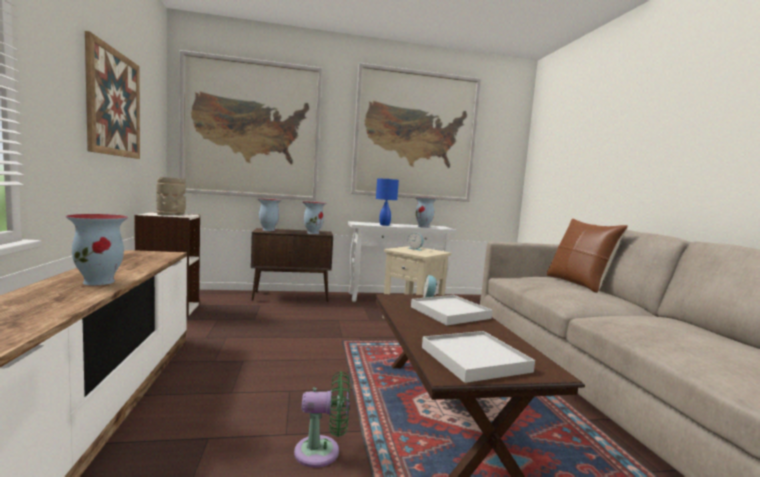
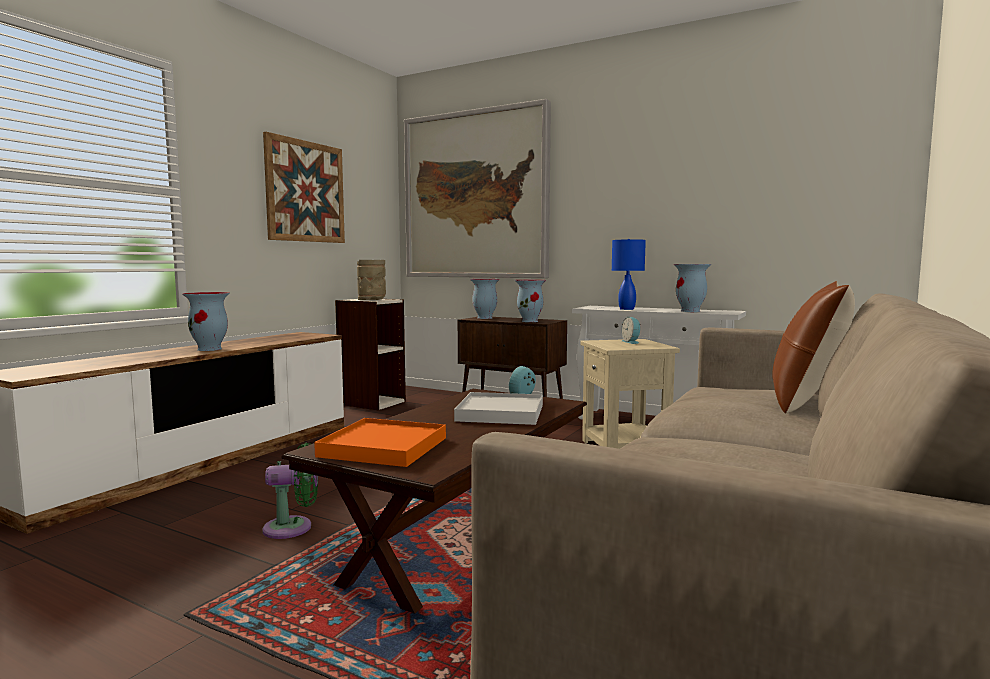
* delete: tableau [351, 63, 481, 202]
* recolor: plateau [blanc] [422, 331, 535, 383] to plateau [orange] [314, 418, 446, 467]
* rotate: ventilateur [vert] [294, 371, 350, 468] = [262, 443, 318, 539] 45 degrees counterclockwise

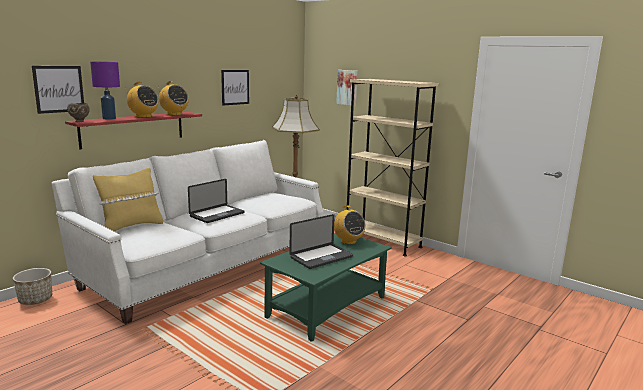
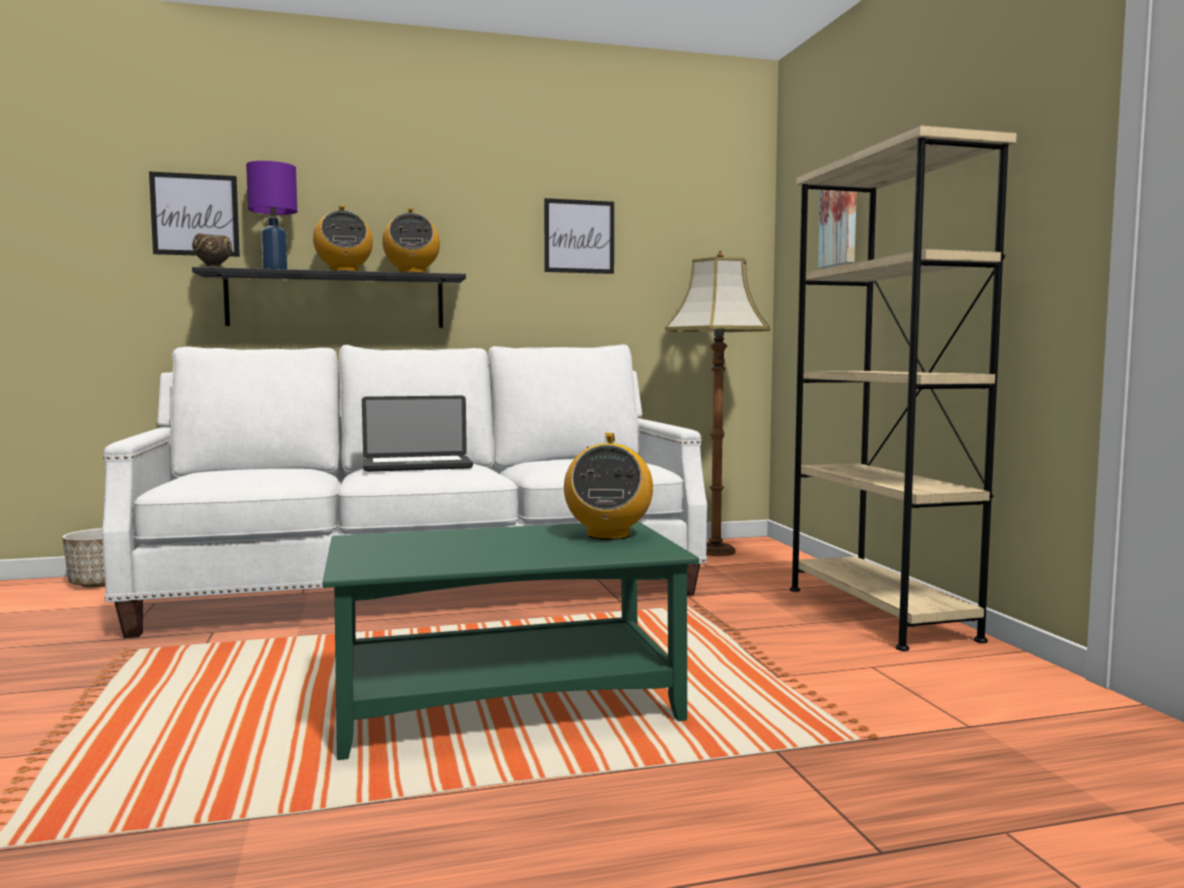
* recolor: étagère [rouge] [65, 112, 202, 149] to étagère [noir] [192, 267, 466, 328]
* delete: coussin [jaune] [93, 168, 163, 232]
* delete: ordinateur portable [289, 214, 353, 269]

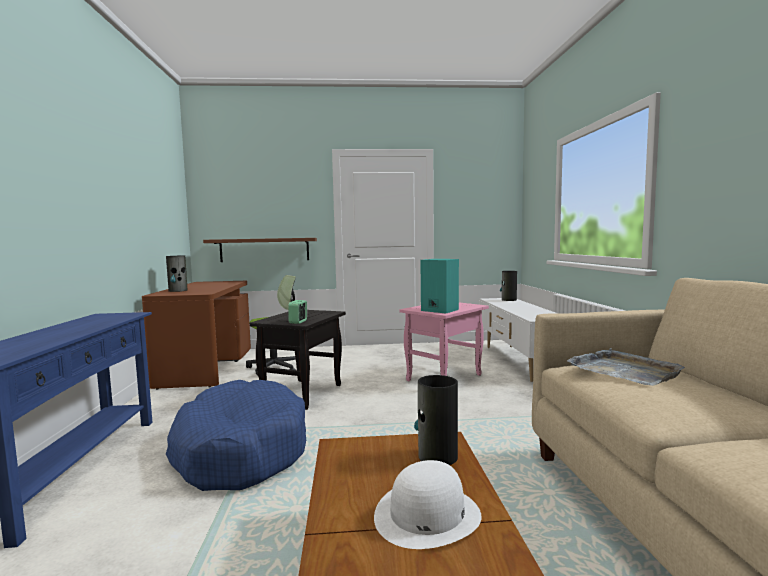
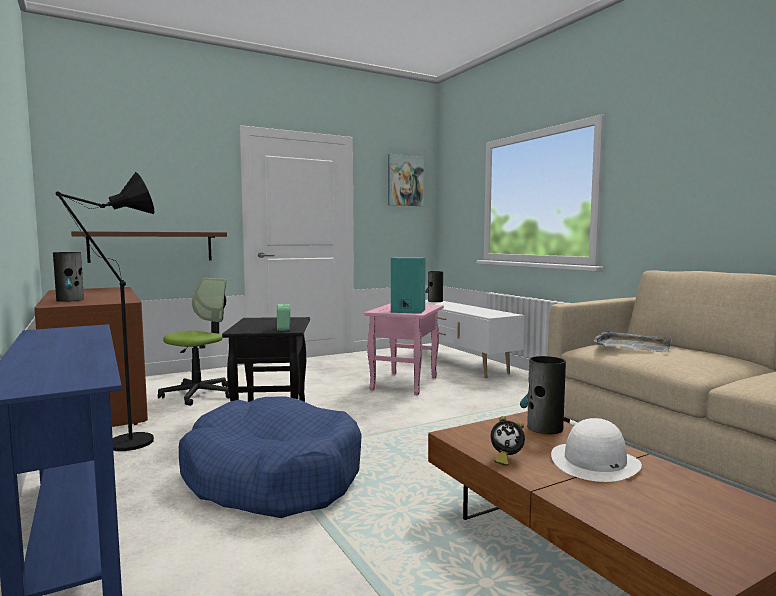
* insert: tableau [388, 154, 424, 206]
* insert: lampadaire [noir] [55, 172, 154, 451]
* insert: réveil [491, 416, 525, 466]

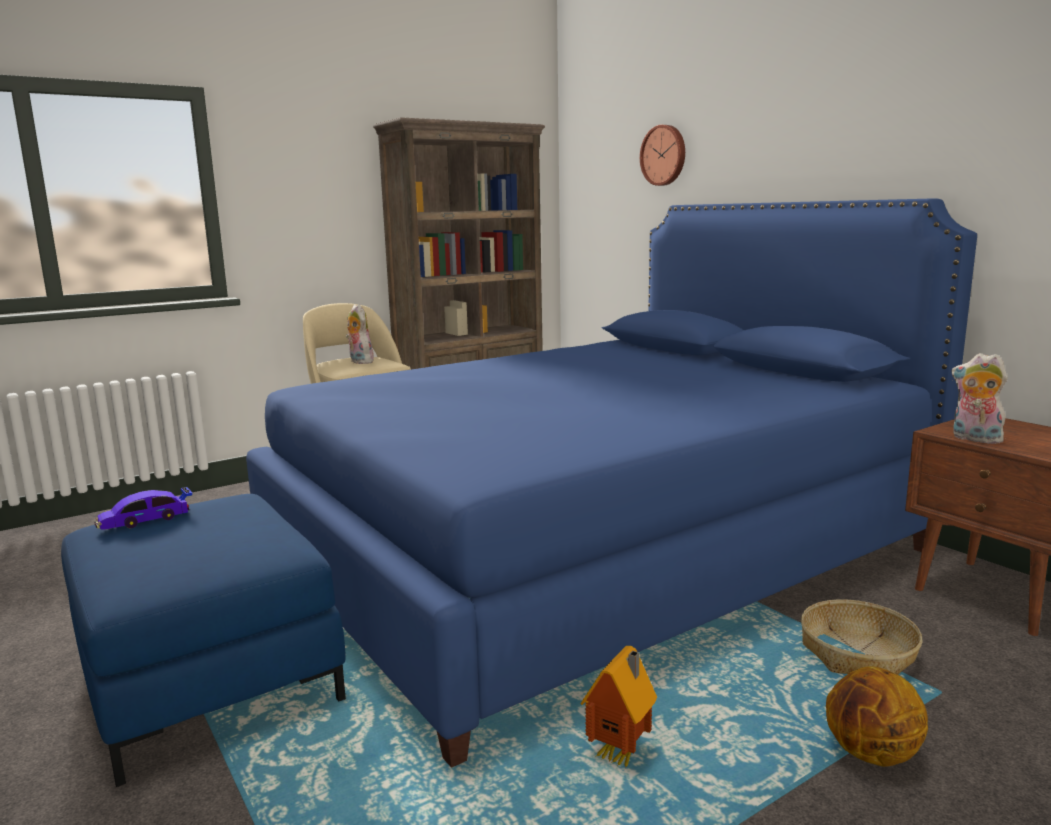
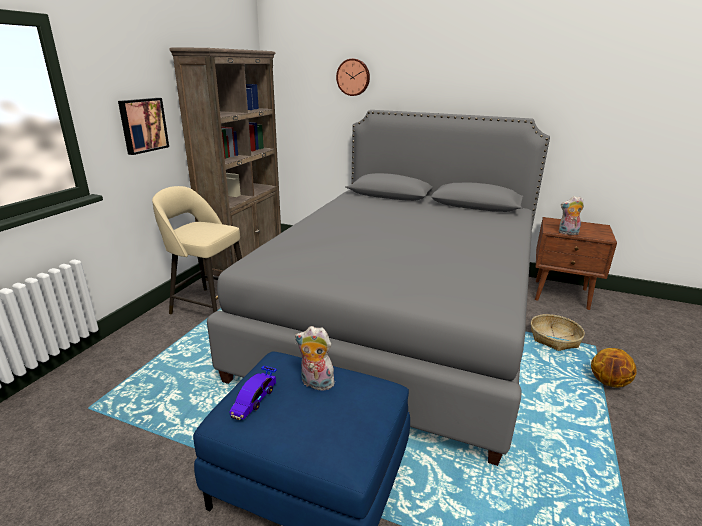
* recolor: lit [bleu] [246, 198, 977, 768] to lit [gris] [207, 110, 550, 466]
* move: peluche [346, 304, 374, 364] to [295, 326, 335, 391]
* delete: maison miniature [580, 646, 657, 768]
* insert: tableau [118, 98, 169, 155]

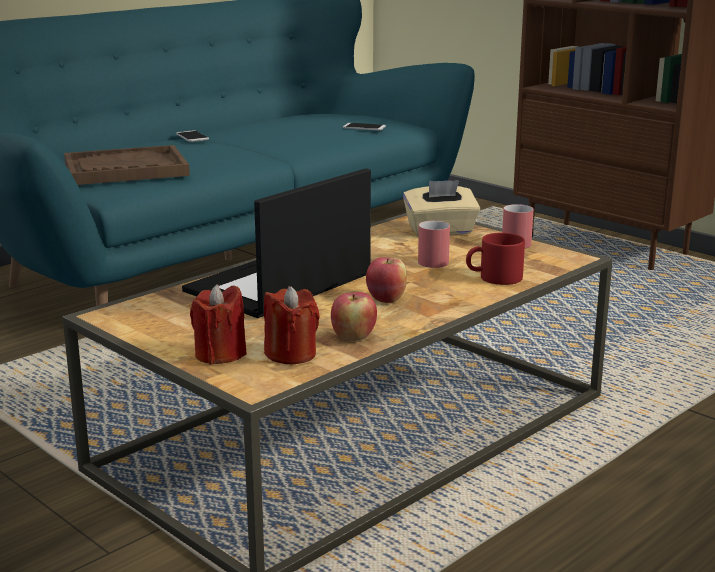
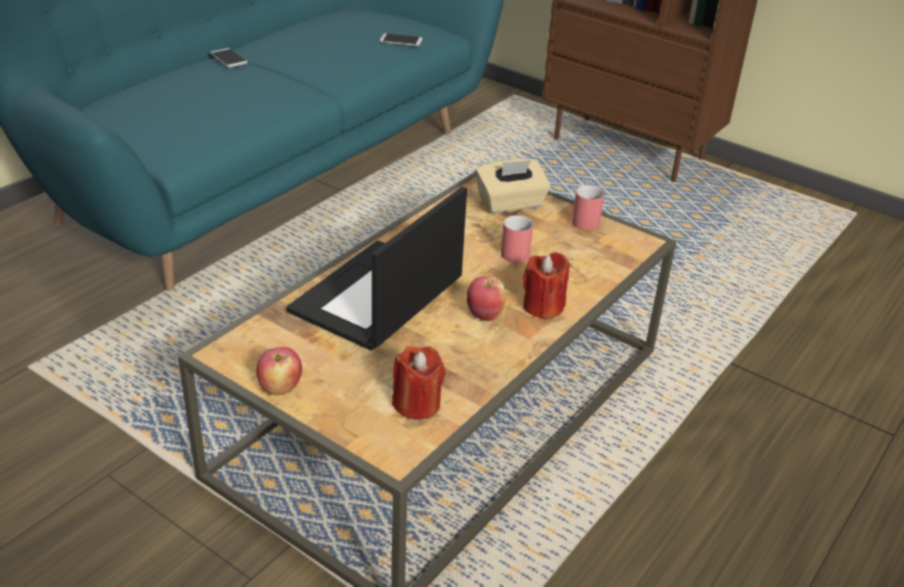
* delete: plateau [marron] [64, 145, 190, 185]
* delete: mug [rouge] [466, 233, 525, 285]
* move: bougie [rouge] [190, 284, 247, 365] to [523, 252, 569, 319]
* move: pomme [331, 292, 377, 341] to [256, 347, 302, 395]

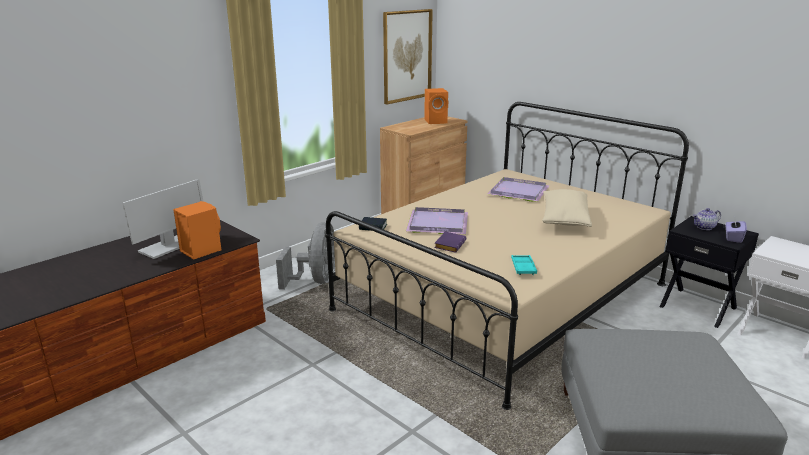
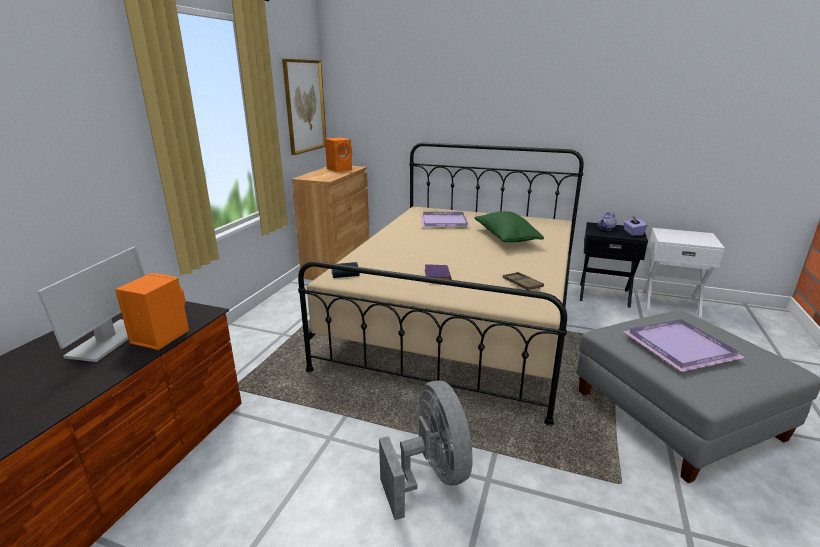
* recolor: coussin [beige] [542, 189, 592, 227] to coussin [vert] [474, 211, 544, 242]
* move: plateau [violet] [406, 207, 468, 234] to [623, 319, 745, 372]
* move: ventilateur [gris] [276, 222, 335, 290] to [379, 381, 473, 520]
* recolor: plateau [turquoise] [511, 255, 537, 275] to plateau [marron] [503, 272, 544, 291]

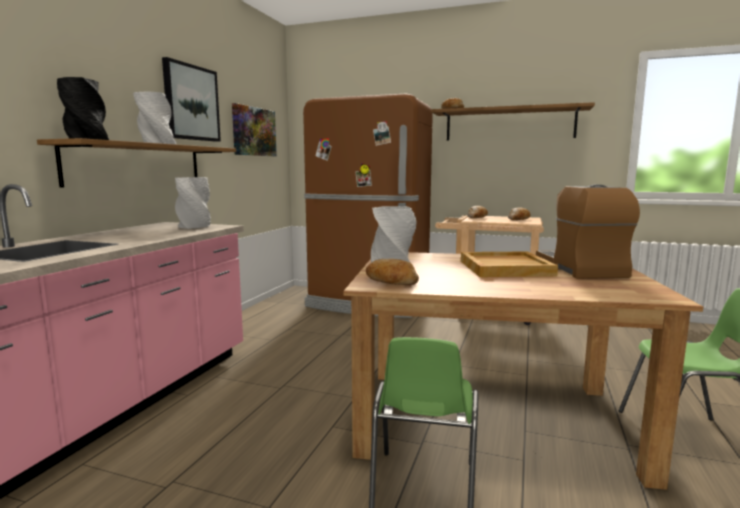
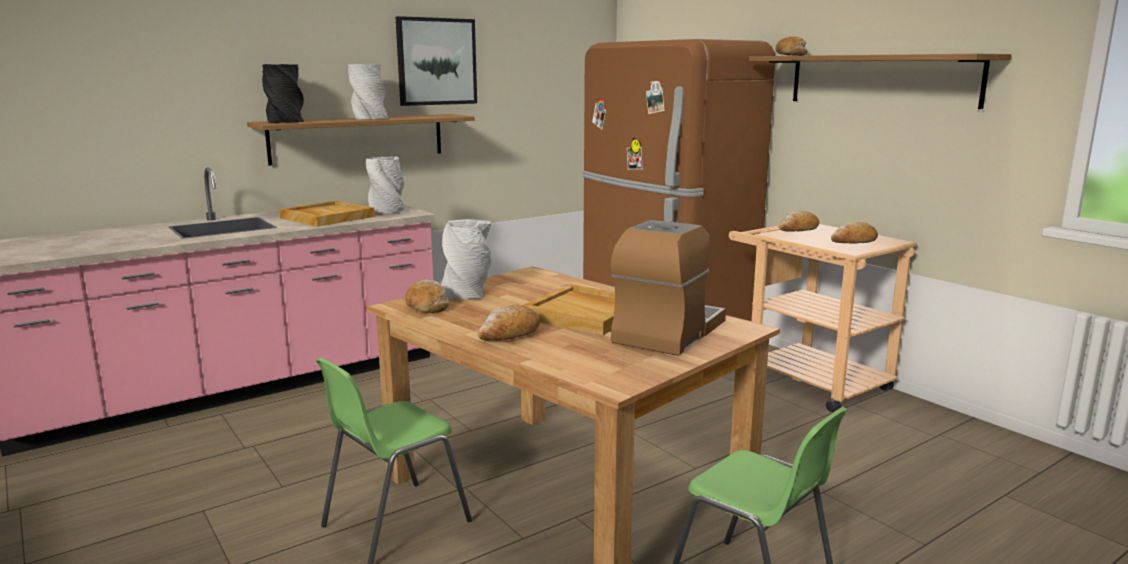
* delete: tableau [232, 103, 277, 156]
* insert: plateau [beige] [279, 201, 375, 227]
* insert: pain [478, 305, 540, 341]

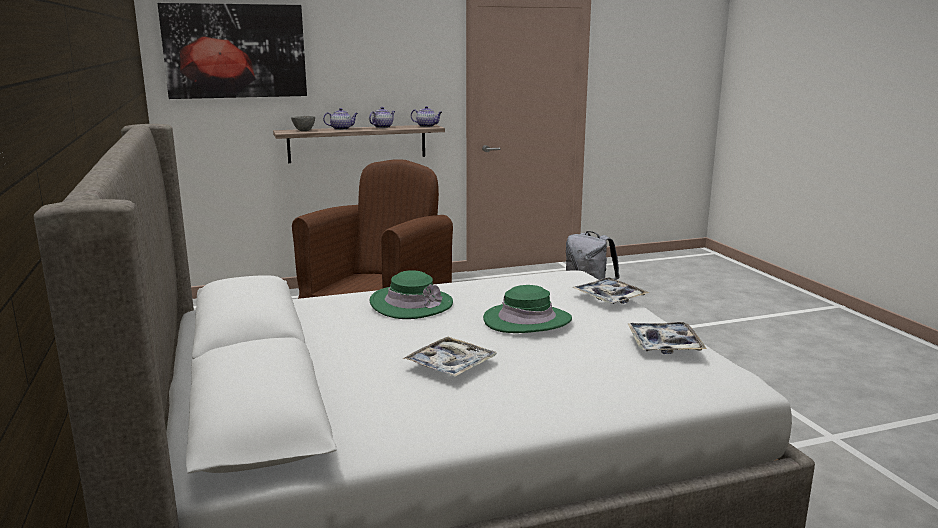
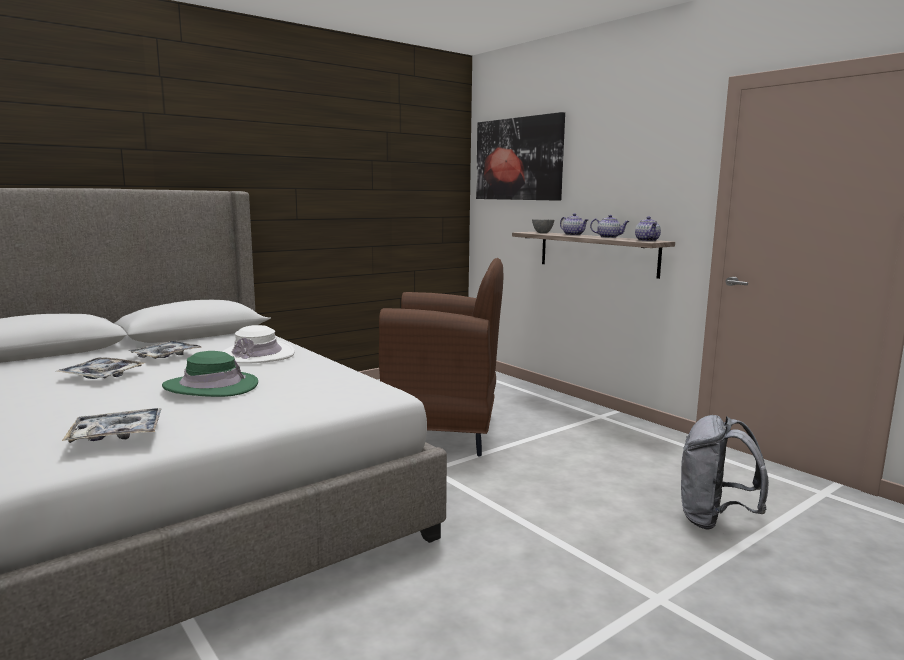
* recolor: chapeau [vert] [370, 270, 453, 319] to chapeau [blanc] [222, 325, 295, 364]
* move: plateau [572, 278, 650, 304] to [128, 340, 202, 359]

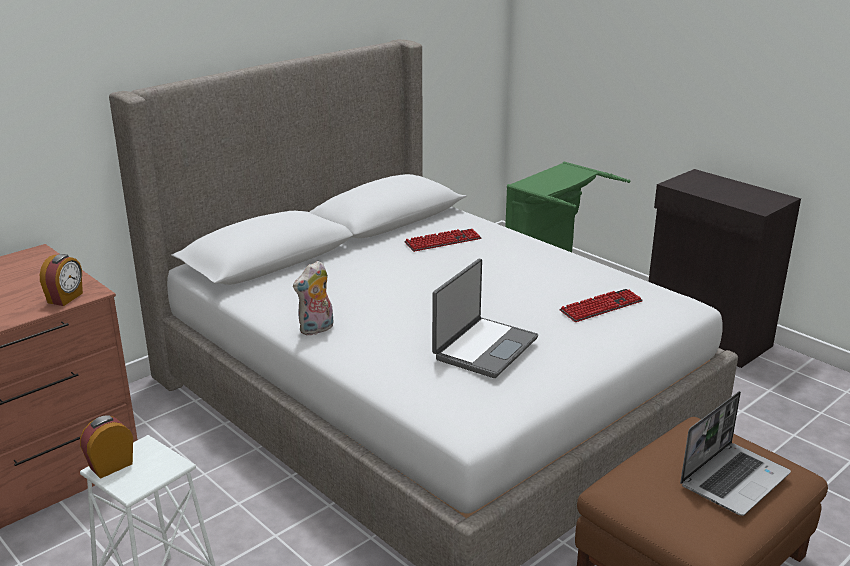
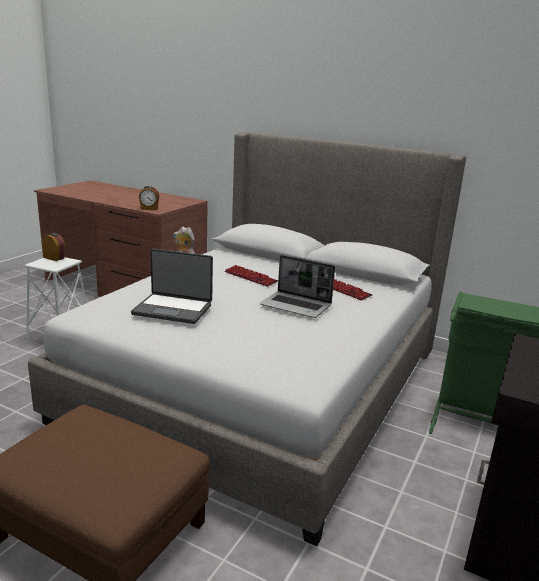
* move: clavier [559, 289, 643, 322] to [225, 265, 278, 287]
* move: ordinateur portable [680, 391, 791, 516] to [260, 255, 335, 318]

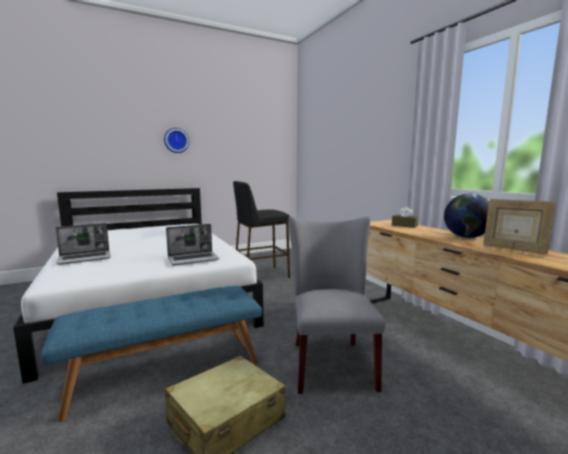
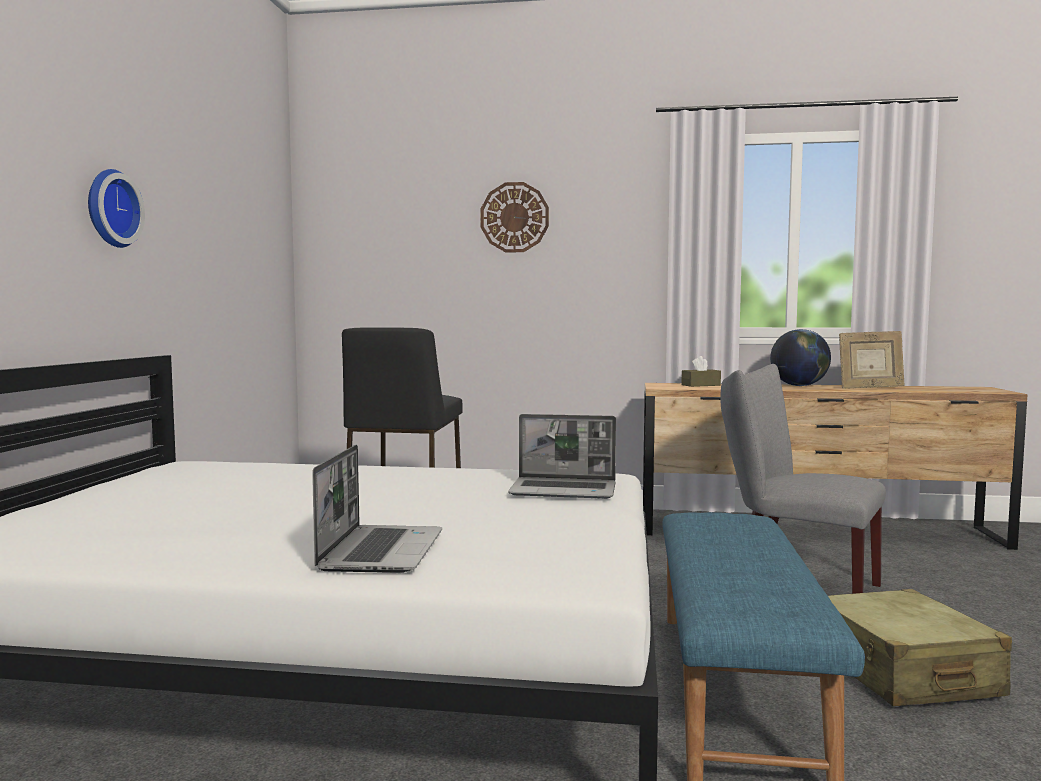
* rotate: ordinateur portable [166, 224, 220, 265] = [508, 414, 616, 499] 90 degrees clockwise
* insert: horloge murale [480, 182, 549, 252]

